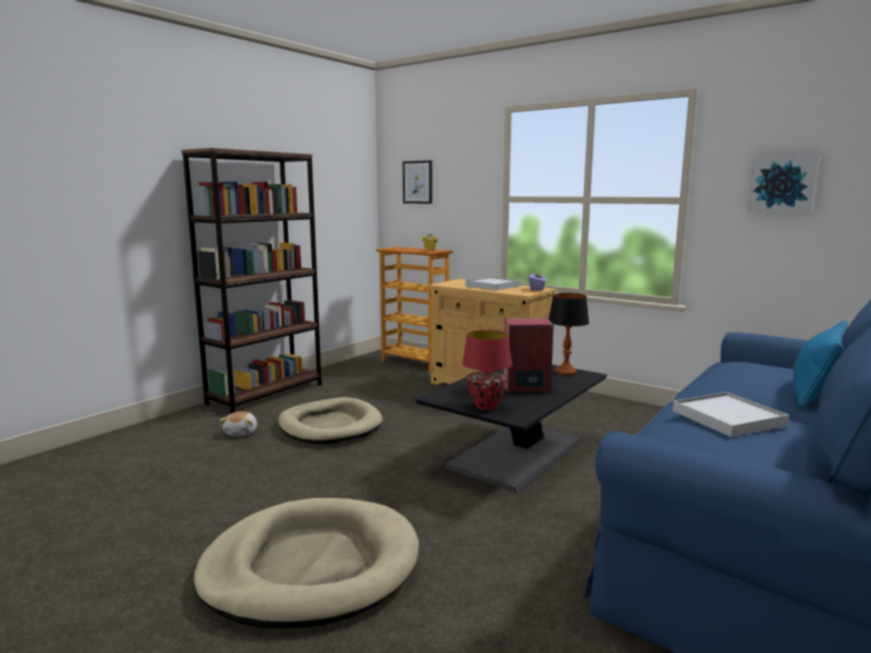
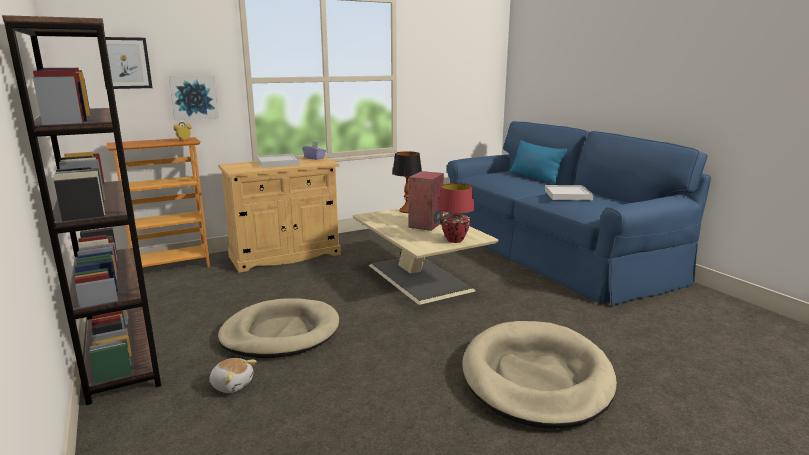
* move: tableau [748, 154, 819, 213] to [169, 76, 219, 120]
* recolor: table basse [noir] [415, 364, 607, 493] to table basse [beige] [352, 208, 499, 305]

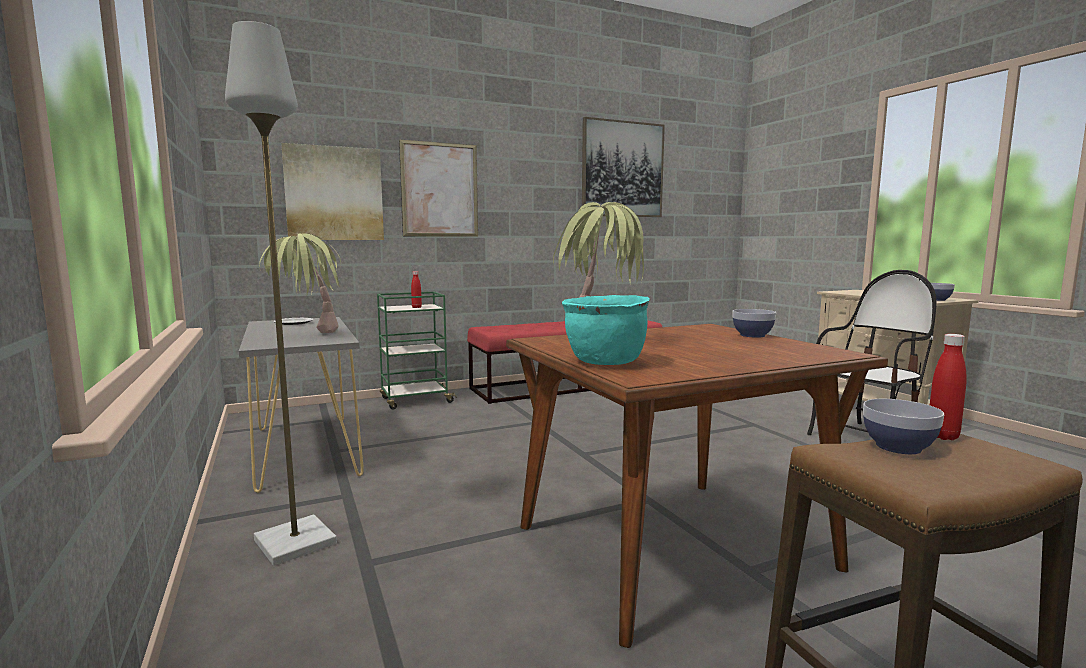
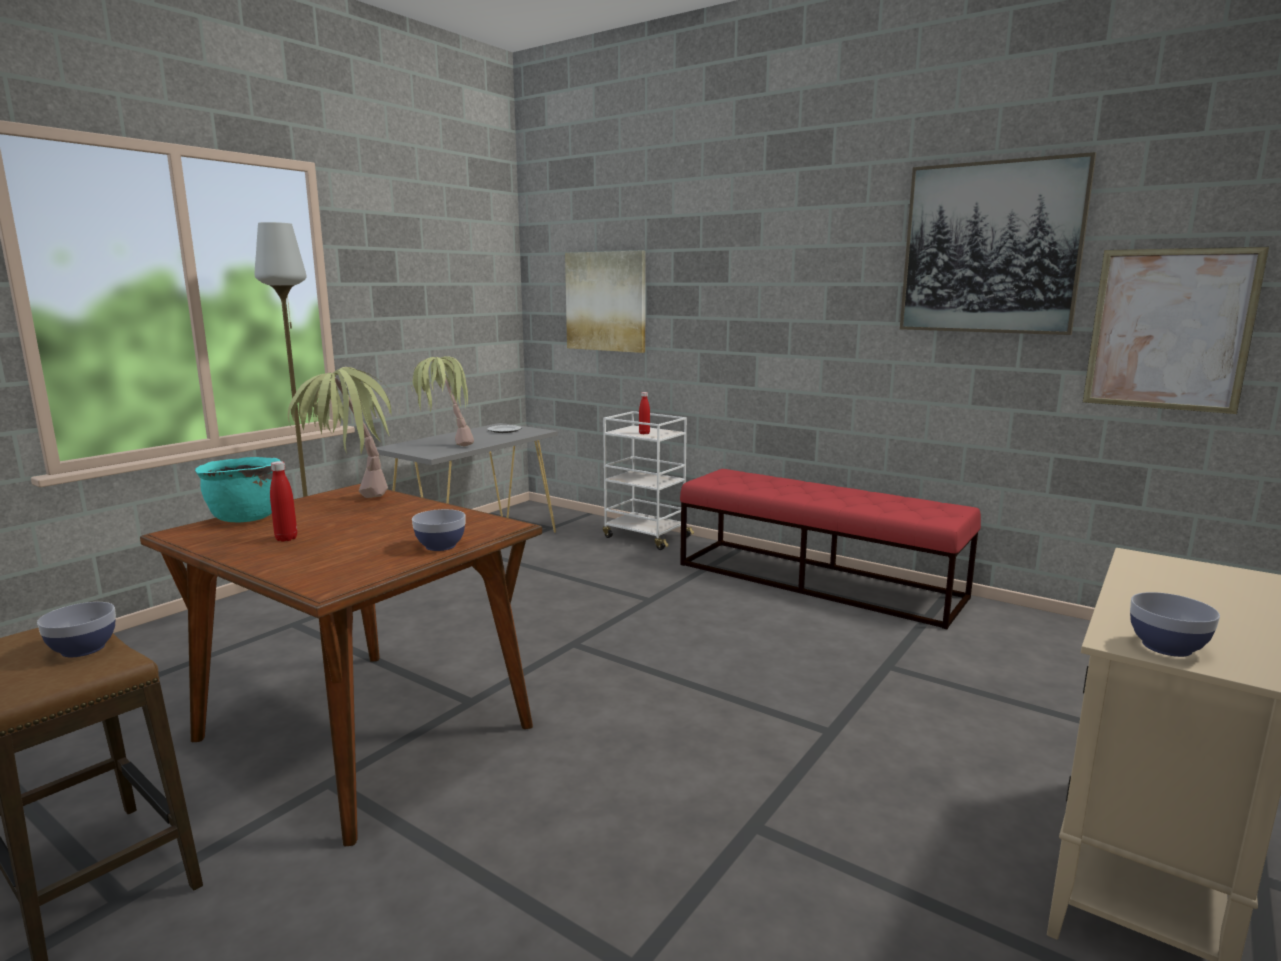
* move: tableau [399, 140, 478, 237] to [1083, 247, 1269, 414]
* delete: chaise [807, 270, 936, 435]
* recolor: chariot [vert] [377, 292, 457, 410] to chariot [blanc] [603, 411, 694, 550]
* move: bouteille [rouge] [930, 334, 967, 440] to [270, 461, 297, 541]

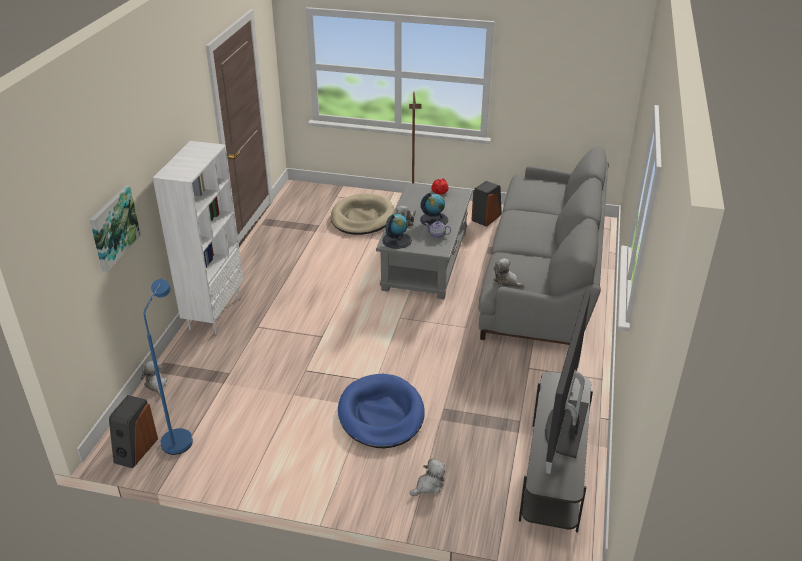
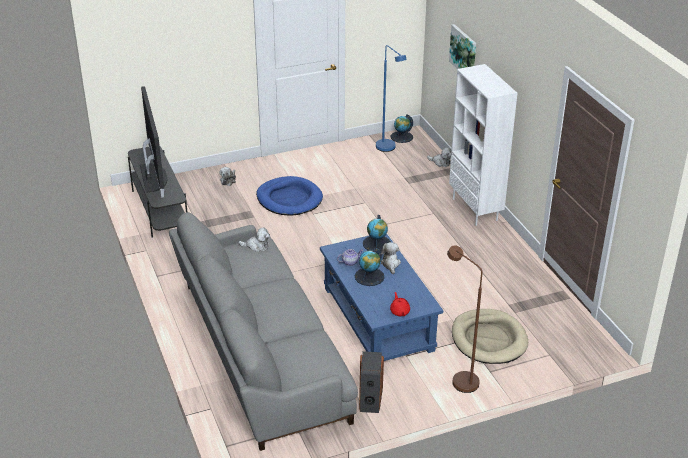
* recolor: table basse [gris] [376, 183, 472, 299] to table basse [bleu] [320, 234, 443, 361]
* replace: enceinte [109, 395, 158, 468] to globe [390, 114, 413, 143]

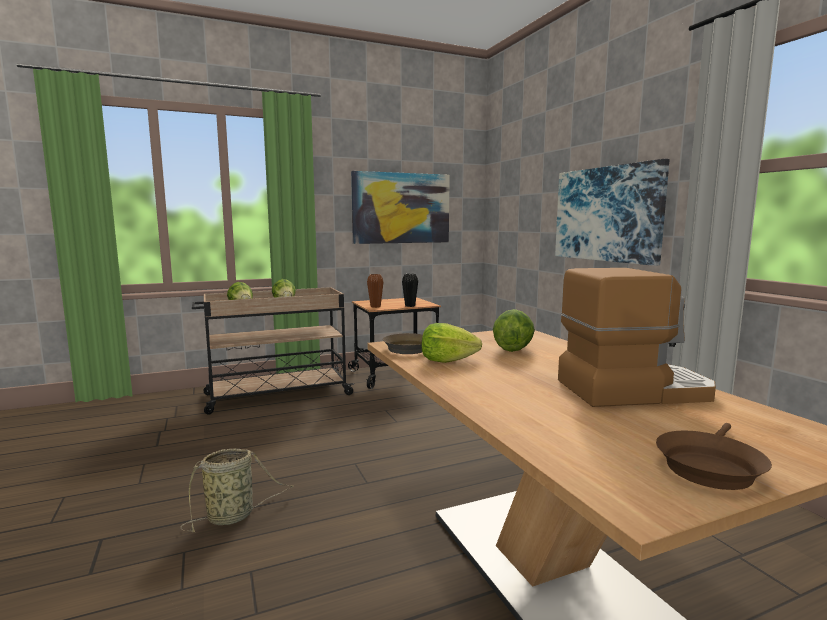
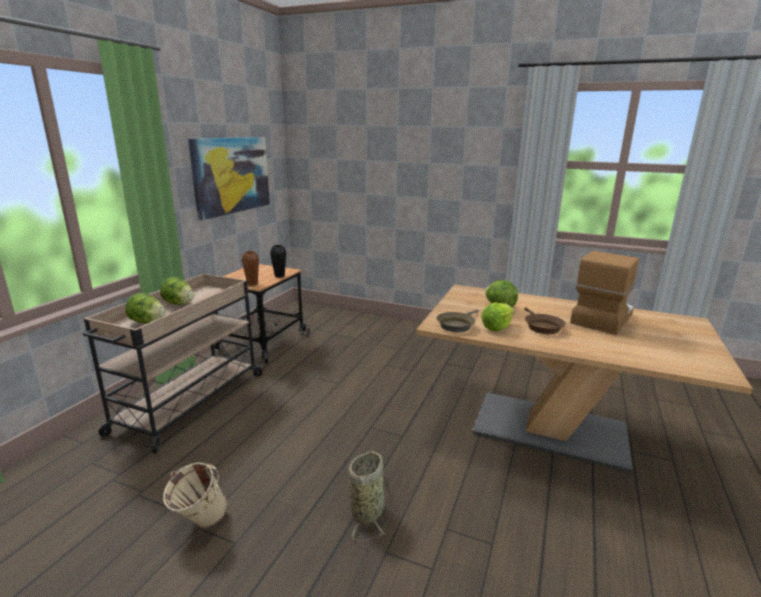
* delete: tableau [555, 159, 669, 266]
* move: poêle [marron] [656, 423, 772, 490] to [524, 307, 566, 334]
* insert: seau [beige] [163, 463, 227, 528]

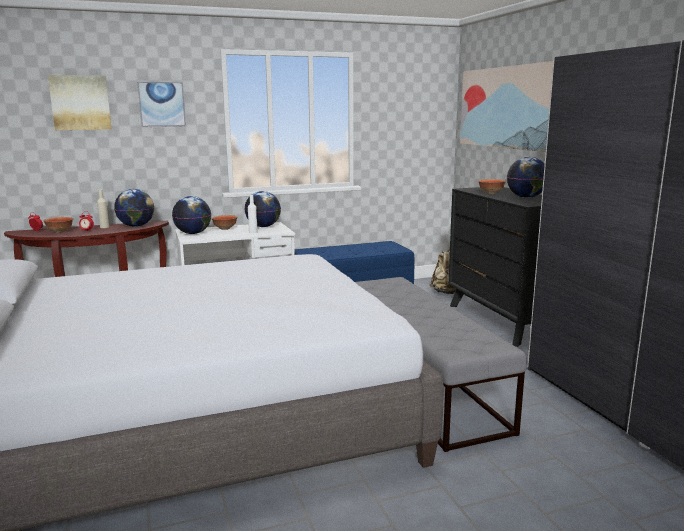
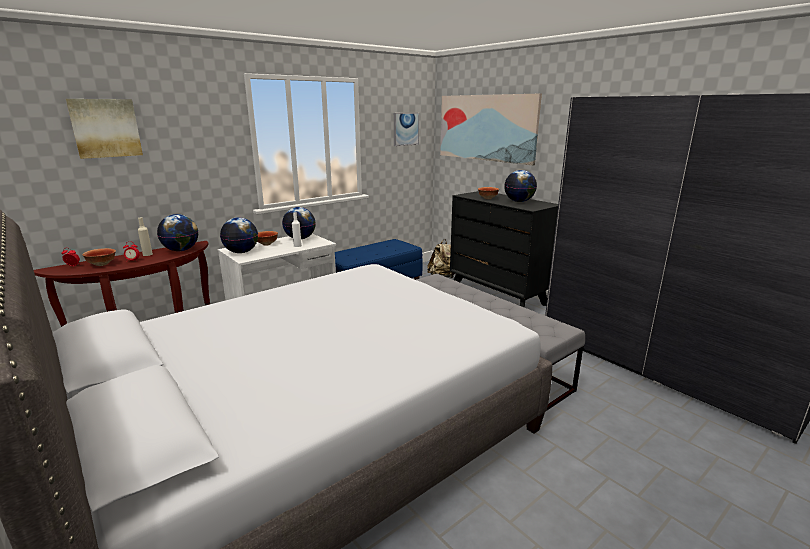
* move: tableau [137, 82, 186, 127] to [394, 113, 419, 146]

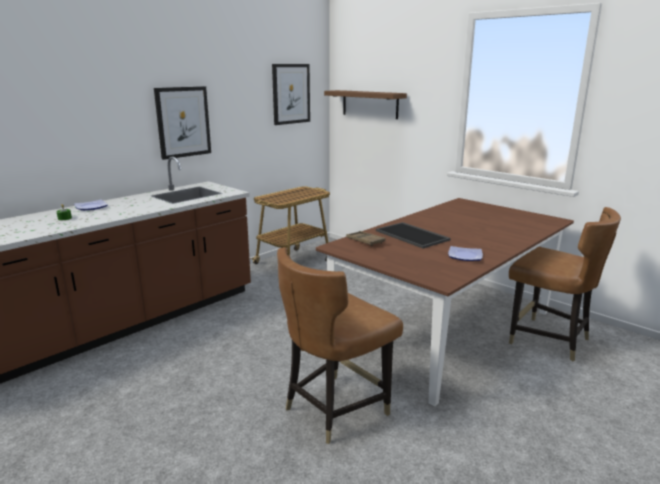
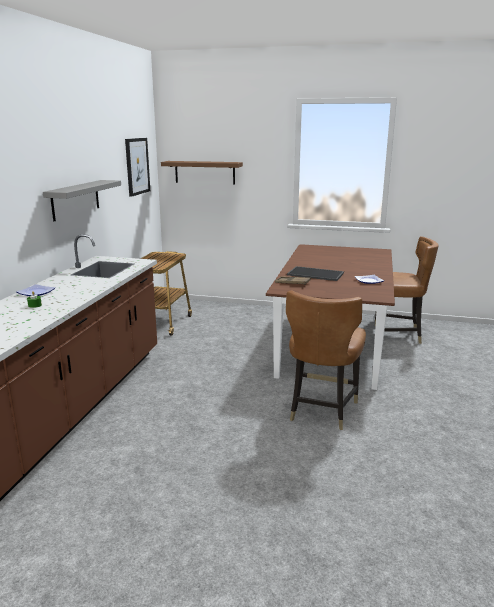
* replace: tableau [154, 86, 211, 160] to étagère [gris] [43, 180, 121, 221]

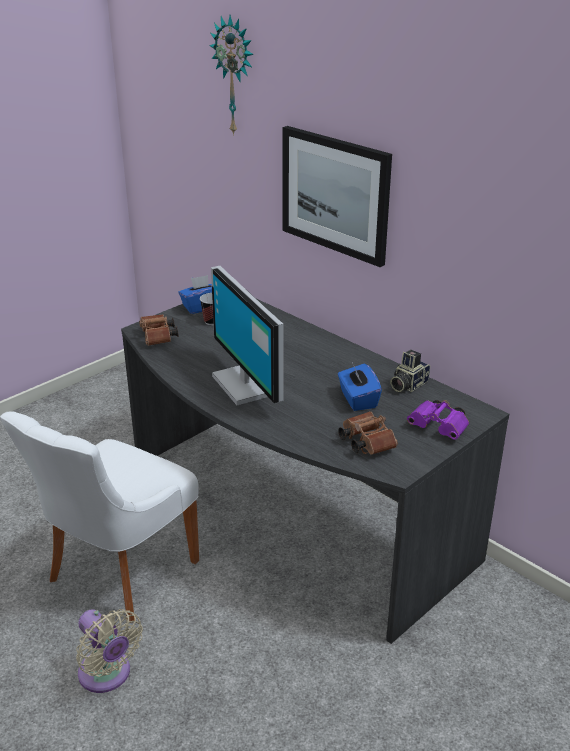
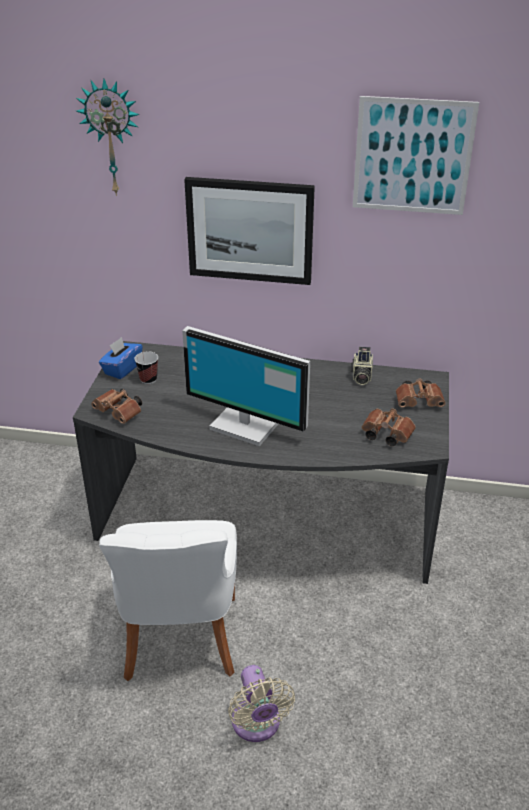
* delete: boîte à mouchoirs [bleu] [338, 362, 382, 411]
* recolor: jumelles [violet] [407, 400, 469, 440] to jumelles [marron] [396, 379, 446, 408]
* rotate: ventilateur [beige] [76, 609, 143, 693] = [228, 665, 295, 742] 60 degrees clockwise
* insert: tableau [353, 96, 479, 215]

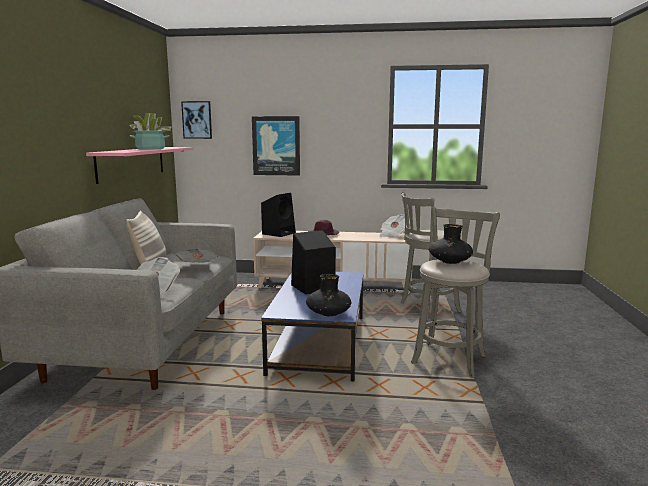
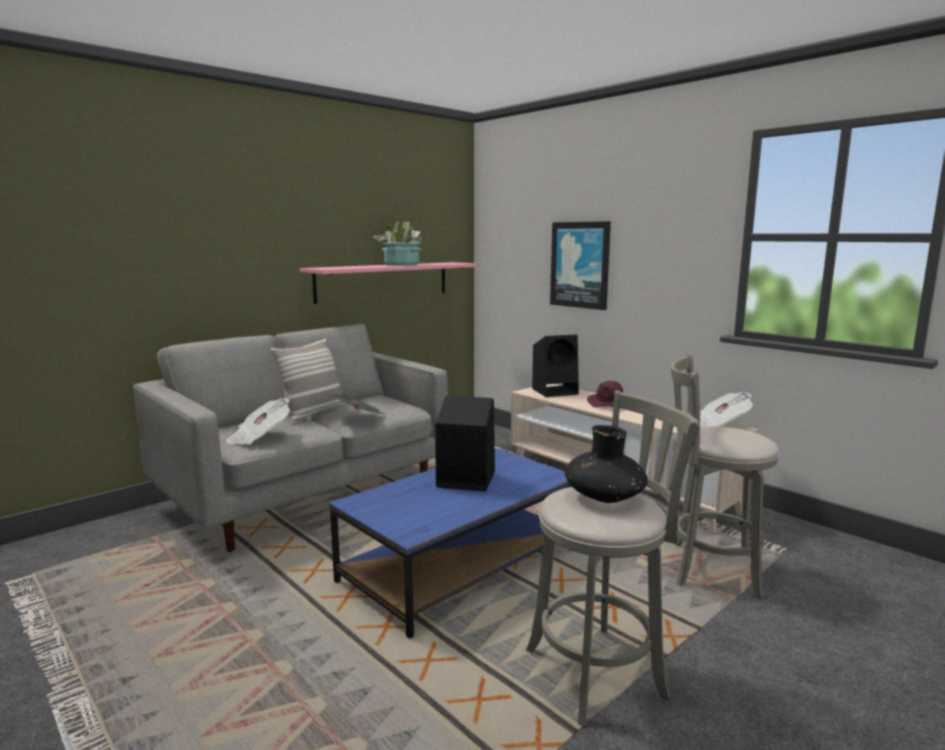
* delete: tableau [181, 101, 212, 139]
* delete: vase [noir] [306, 274, 351, 316]

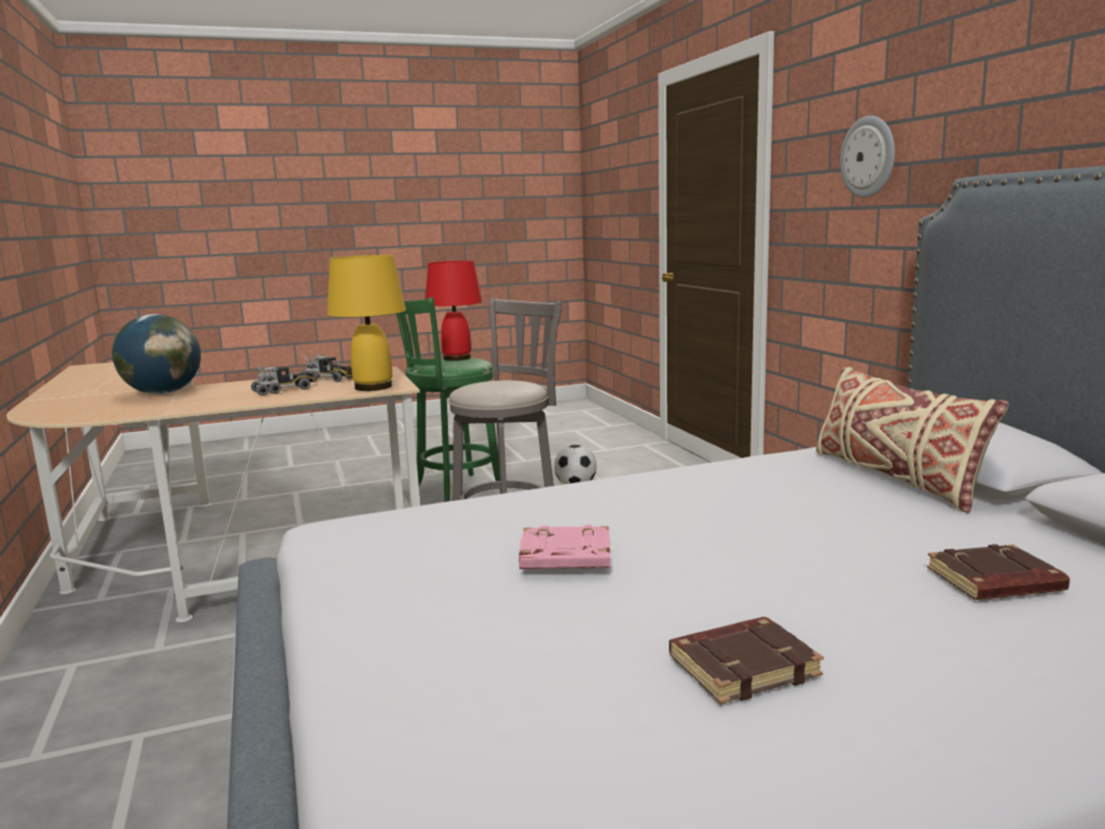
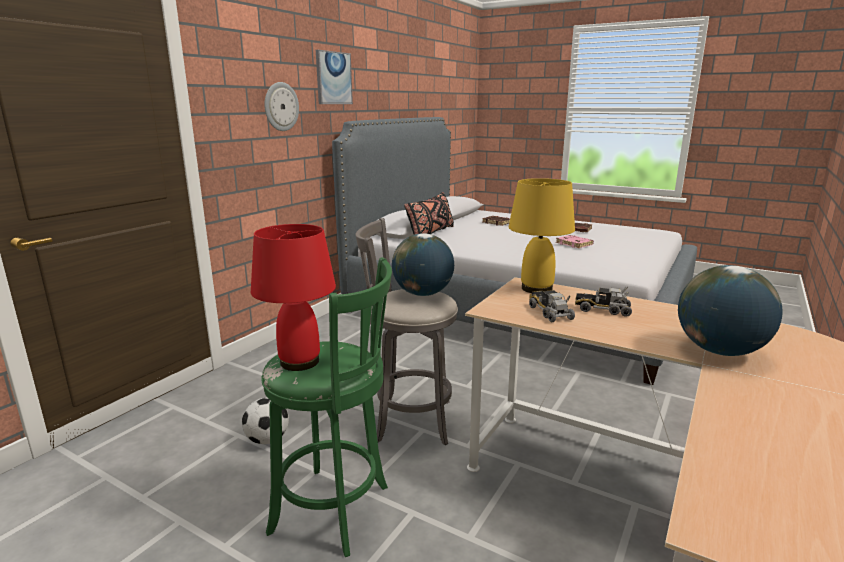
* recolor: coussin [beige] [816, 367, 1009, 513] to coussin [noir] [404, 192, 454, 235]
* insert: tableau [316, 50, 353, 104]
* insert: globe [392, 233, 454, 296]

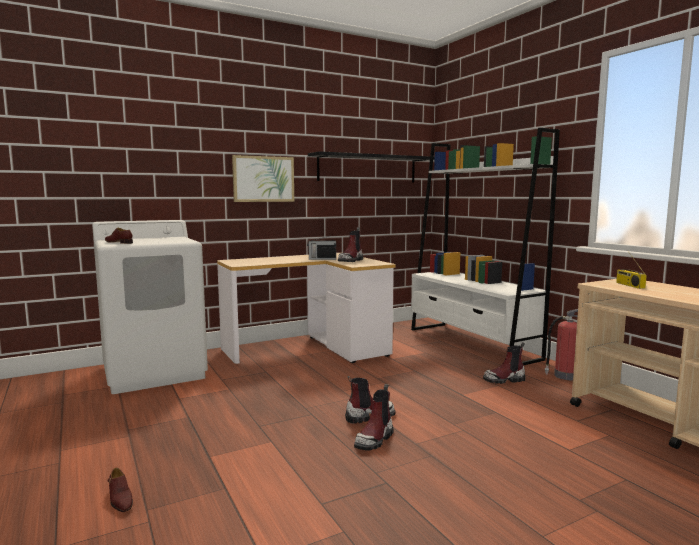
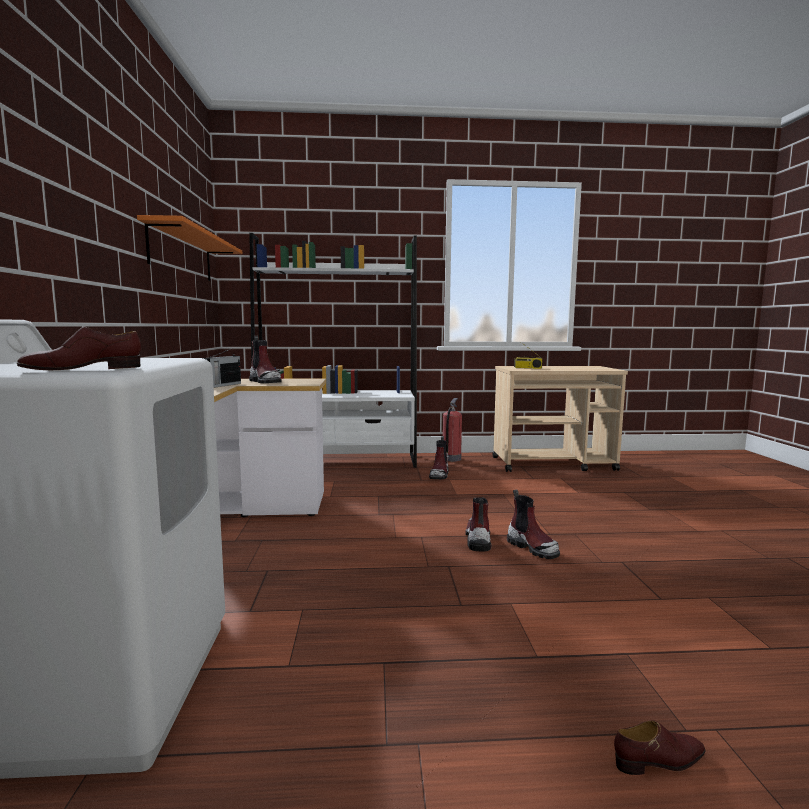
* recolor: étagère [noir] [308, 151, 435, 182] to étagère [orange] [137, 215, 242, 281]
* delete: tableau [232, 155, 294, 202]

